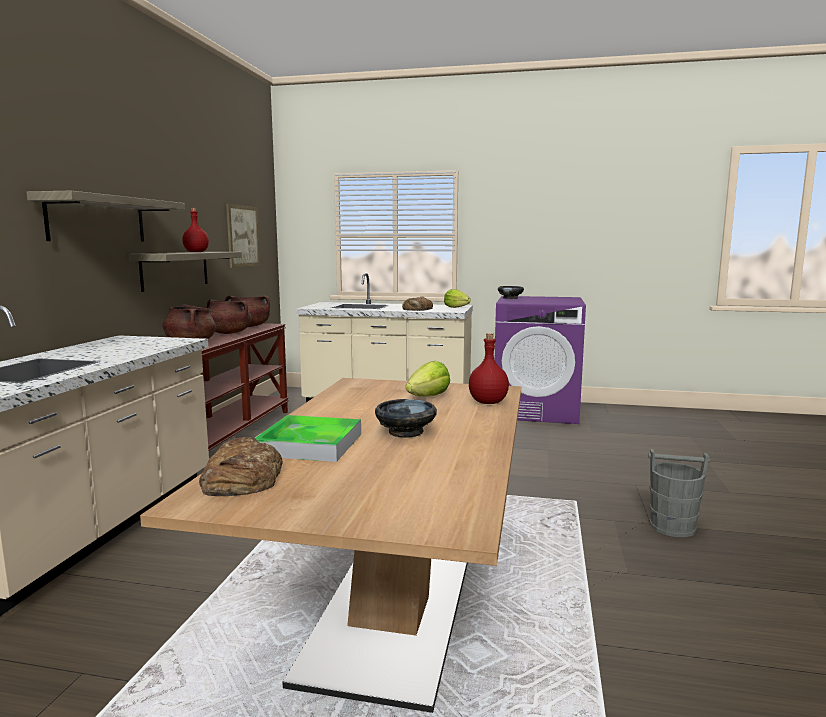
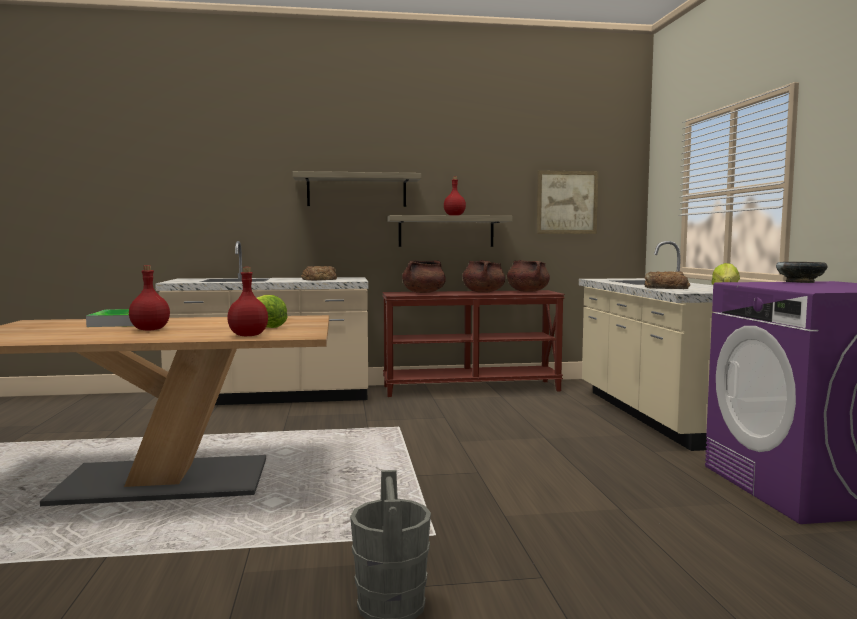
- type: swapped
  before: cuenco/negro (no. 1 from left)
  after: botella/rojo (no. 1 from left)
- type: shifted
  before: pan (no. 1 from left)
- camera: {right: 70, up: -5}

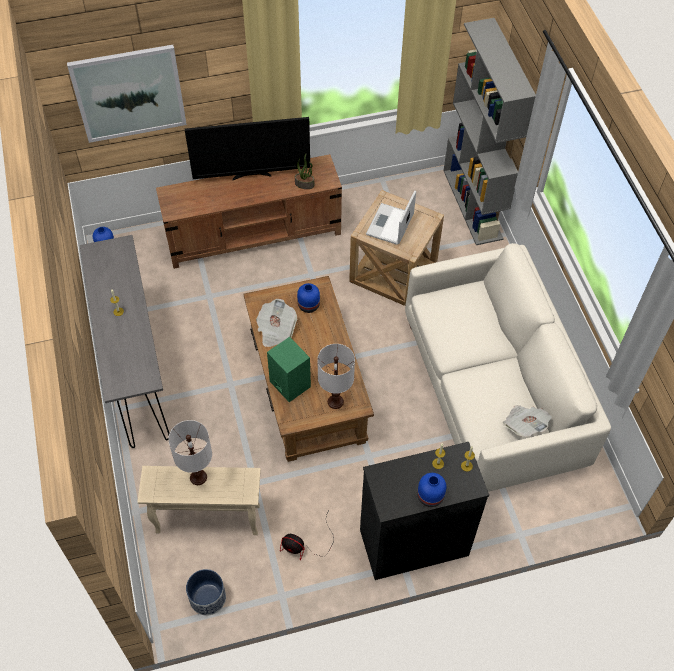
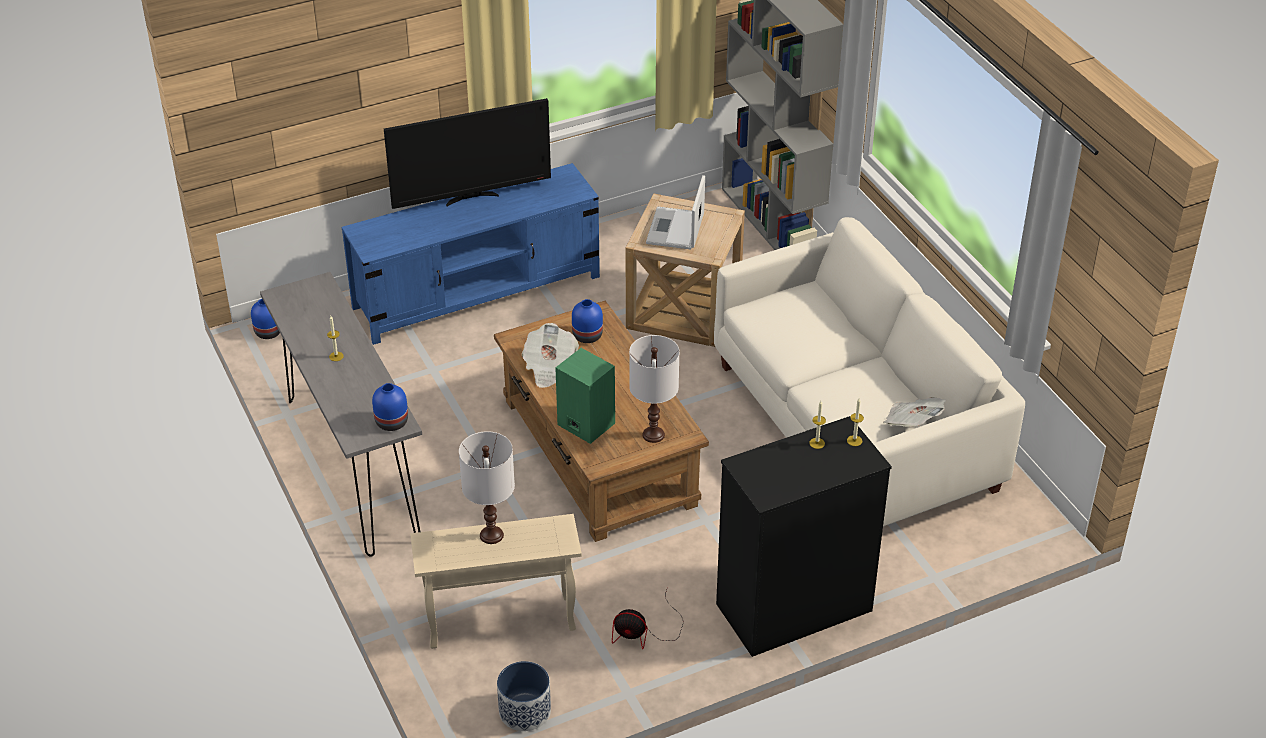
- type: repainted
  before: mueble de televisión/marrón
  after: mueble de televisión/azul
- type: shifted
  before: florero/azul (no. 3 from left in the first image)
  after: florero/azul (no. 2 from left)
- type: gone
  before: cuadro
- type: gone
  before: planta en maceta
- camera: {right: -10, up: -15}

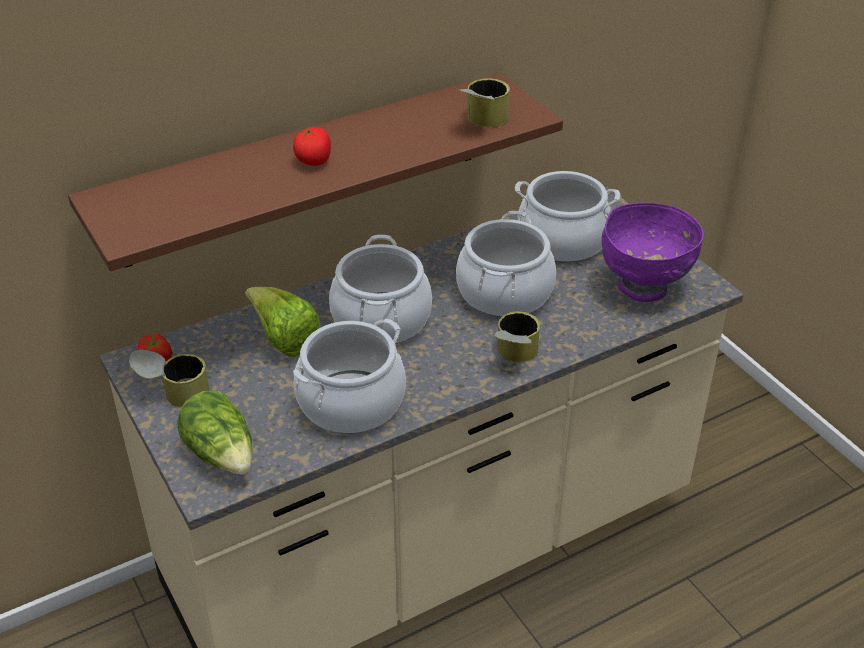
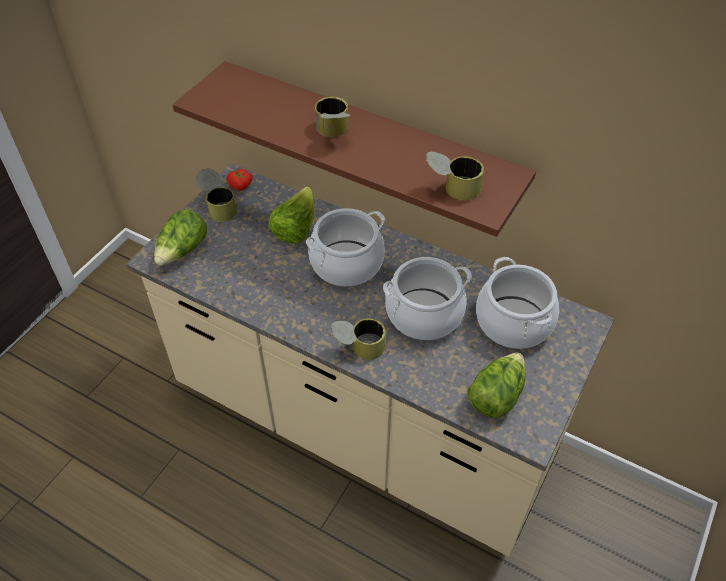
- type: swapped
  before: tomate (no. 2 from left)
  after: lata (no. 2 from left)
- type: swapped
  before: cuenco/morado
  after: lechuga (no. 3 from left)
- type: gone
  before: olla (no. 1 from left)
- camera: {right: 60, up: 10}

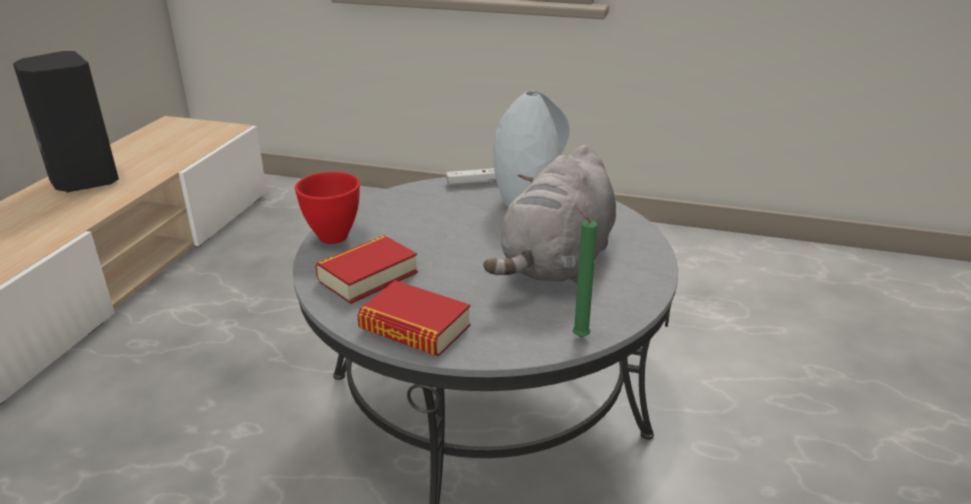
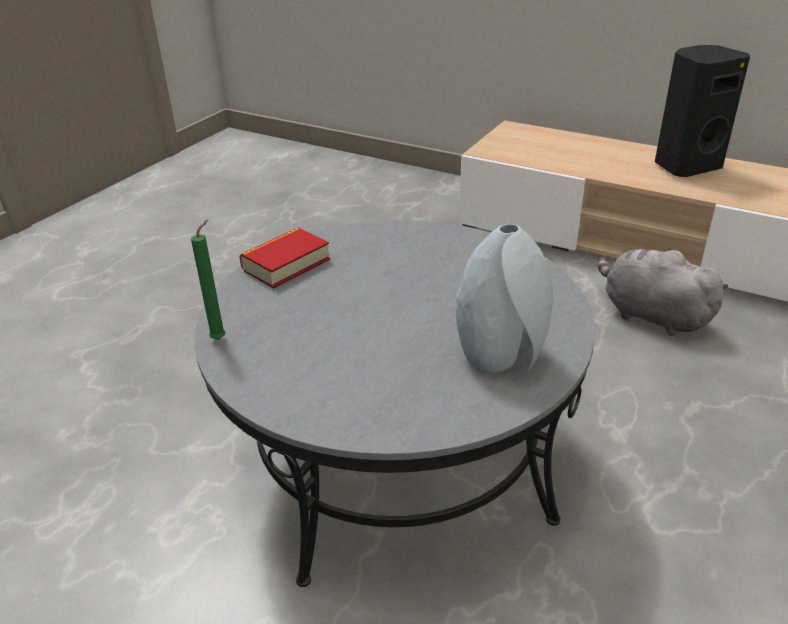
- type: shifted
  before: peluche/gris
- type: gone
  before: cuenco/rojo
- type: gone
  before: libro (no. 1 from left)
- type: gone
  before: mando de consola/blanco
- camera: {right: 105, up: 5}

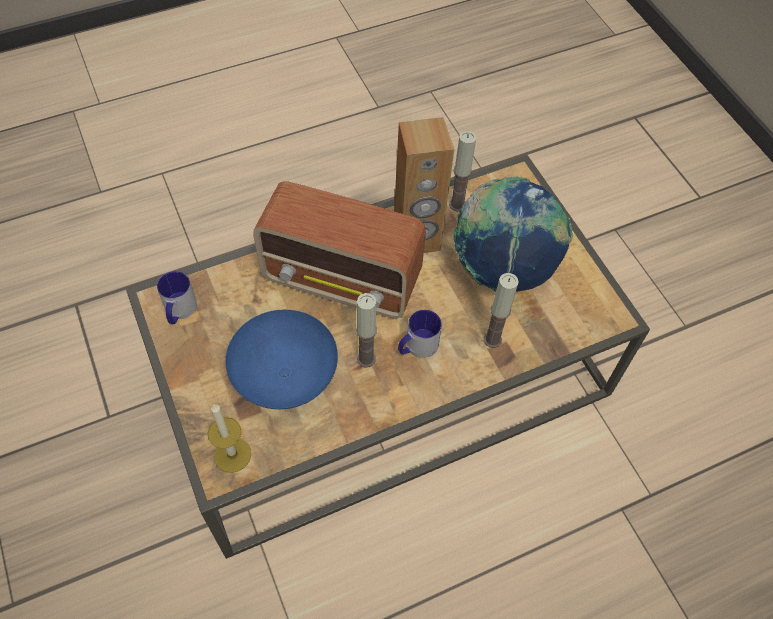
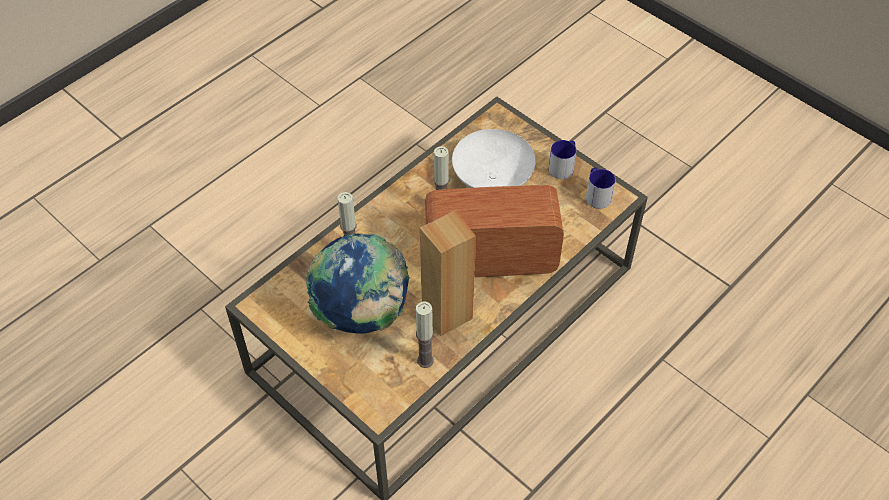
- type: repainted
  before: cuenco/azul
  after: cuenco/blanco
- type: shifted
  before: taza grande (no. 2 from left in the first image)
  after: taza grande (no. 1 from left)
- type: gone
  before: vela (no. 1 from left)
- camera: {right: 160, up: -5}

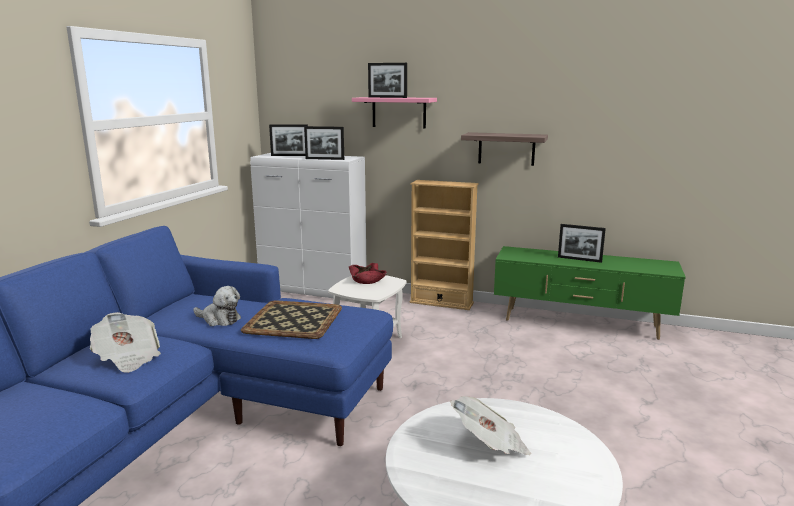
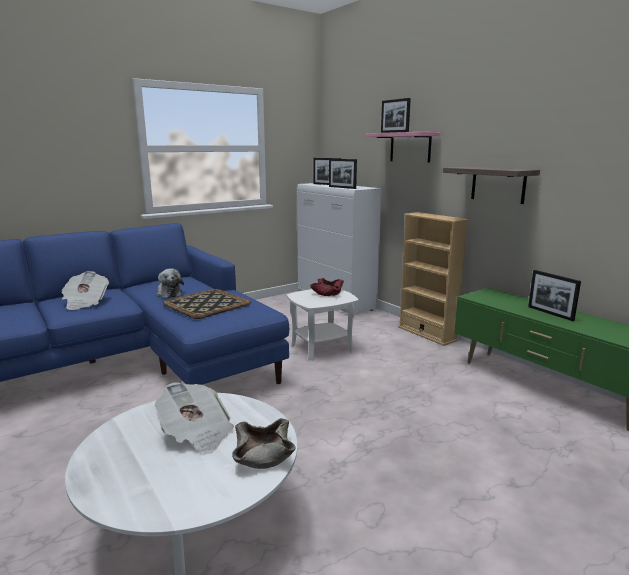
- type: new
  after: cuenco/beis
- camera: {right: 35, up: 0}

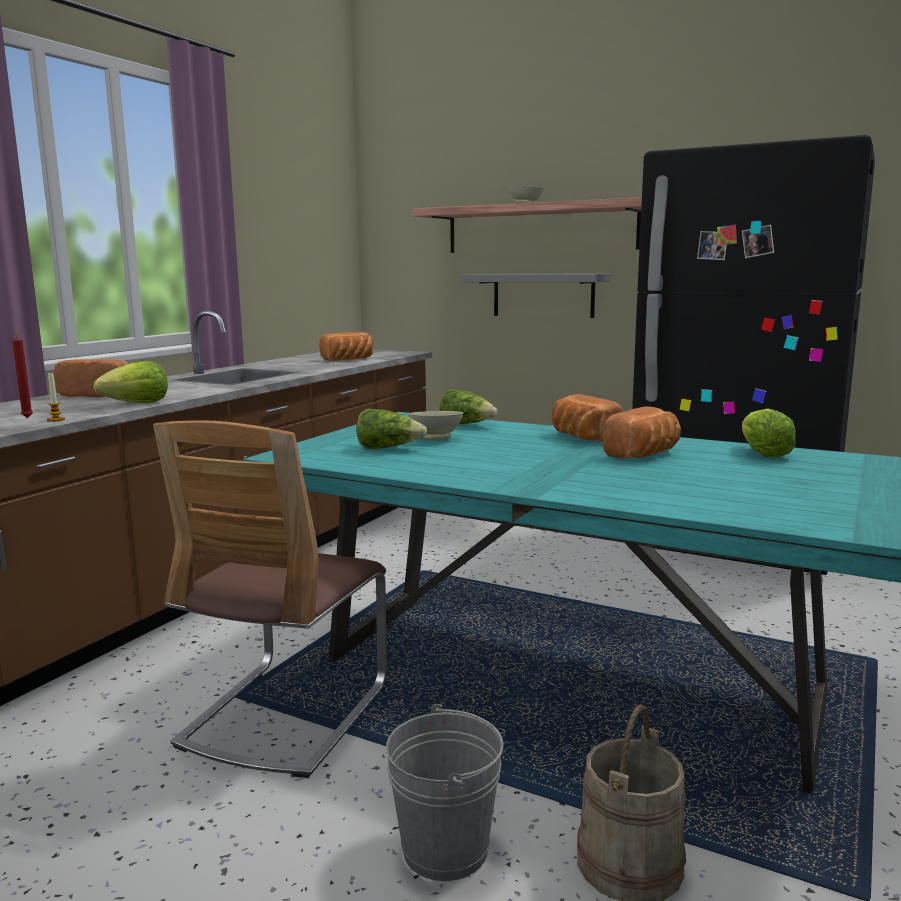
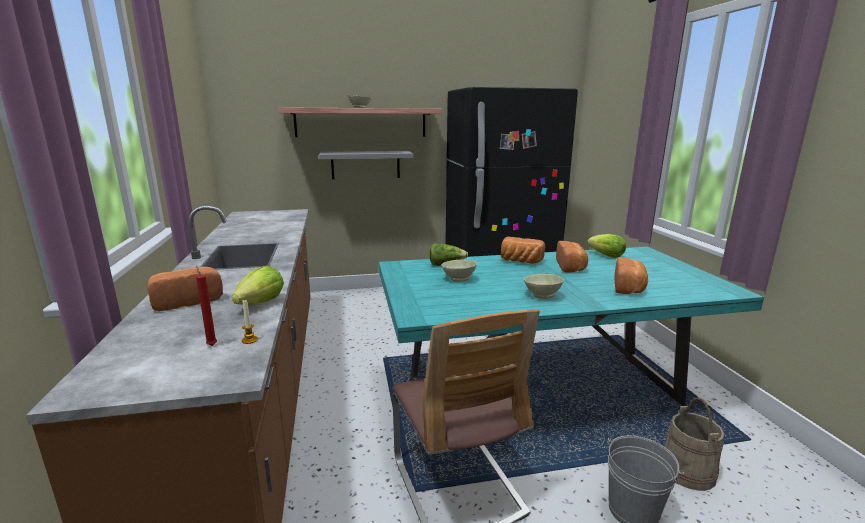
- type: new
  after: cuenco/beis (no. 3 from left)
- type: shifted
  before: pan (no. 2 from left in the first image)
  after: pan (no. 4 from left)
- type: gone
  before: lechuga (no. 2 from left)
- camera: {right: -40, up: 5}

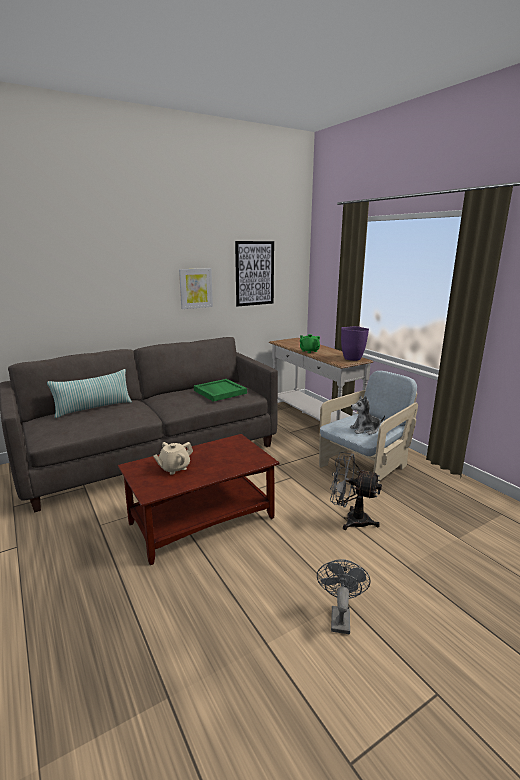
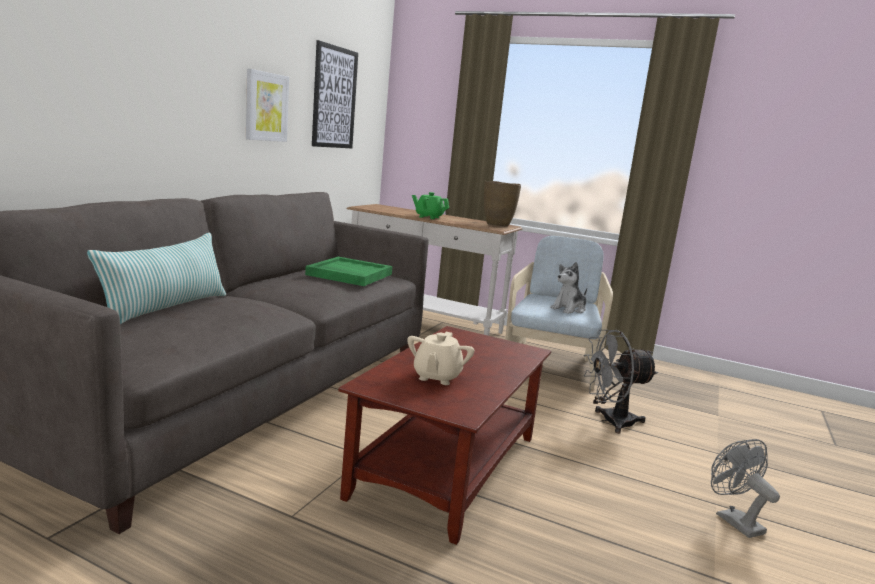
- type: repainted
  before: florero/morado
  after: florero/marrón
- camera: {right: -35, up: -5}

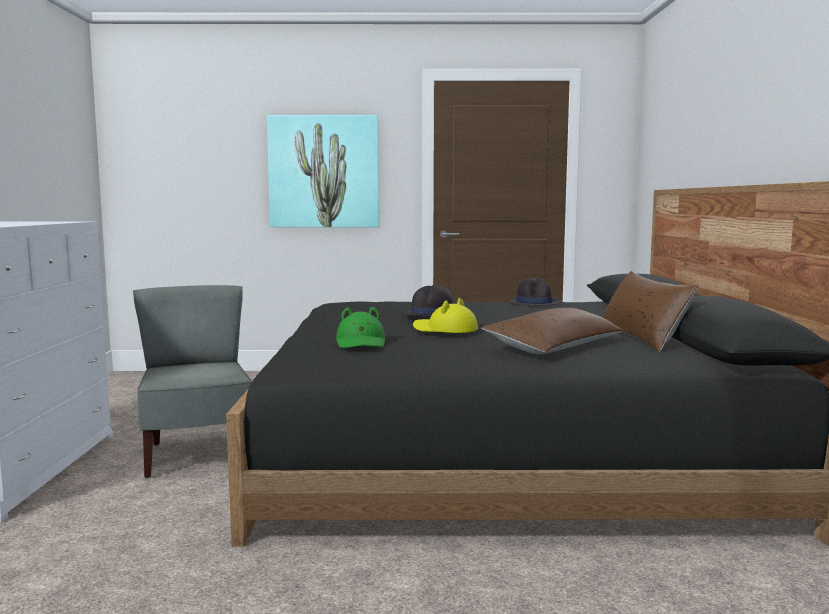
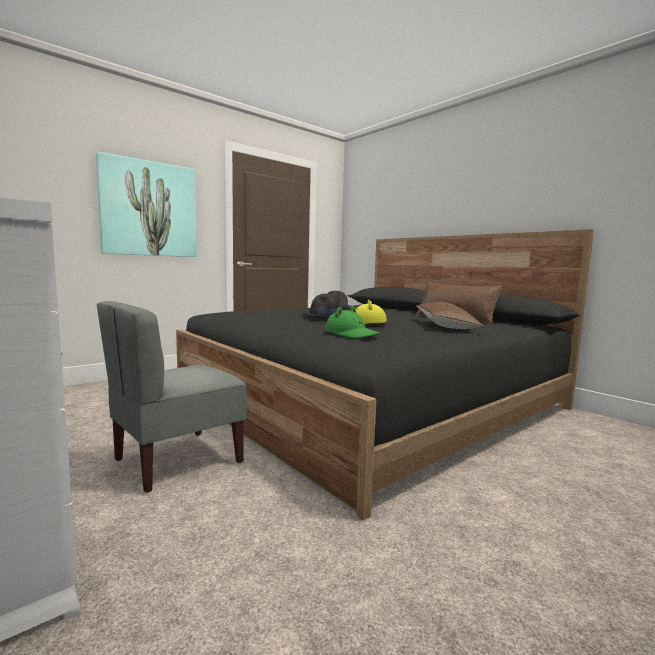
- type: rotated
  before: silla/gris
  turn: -75
- camera: {right: -40, up: 0}

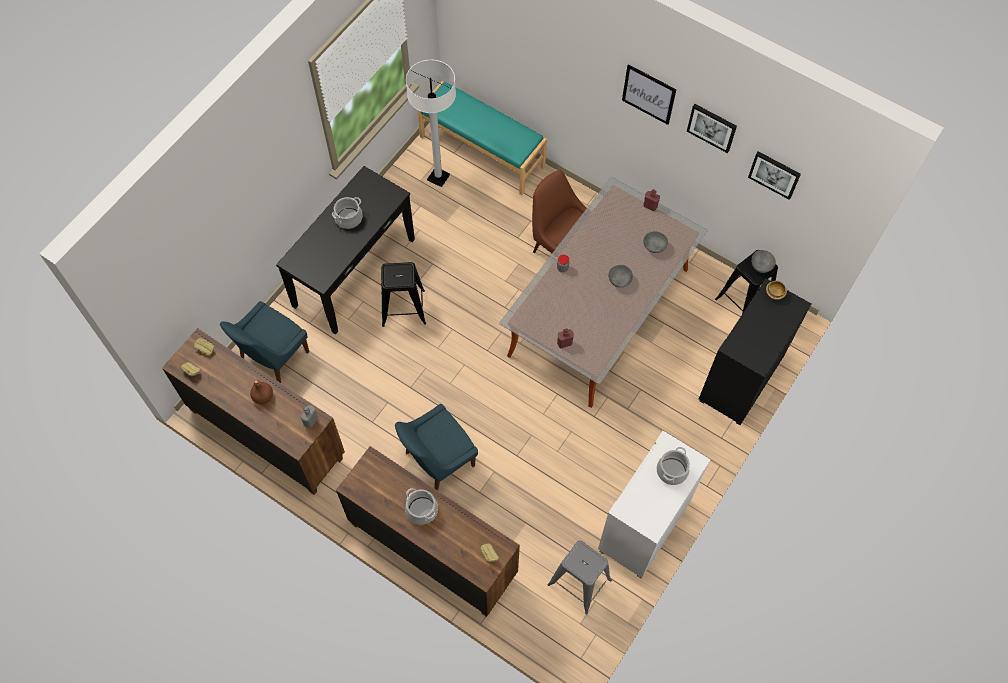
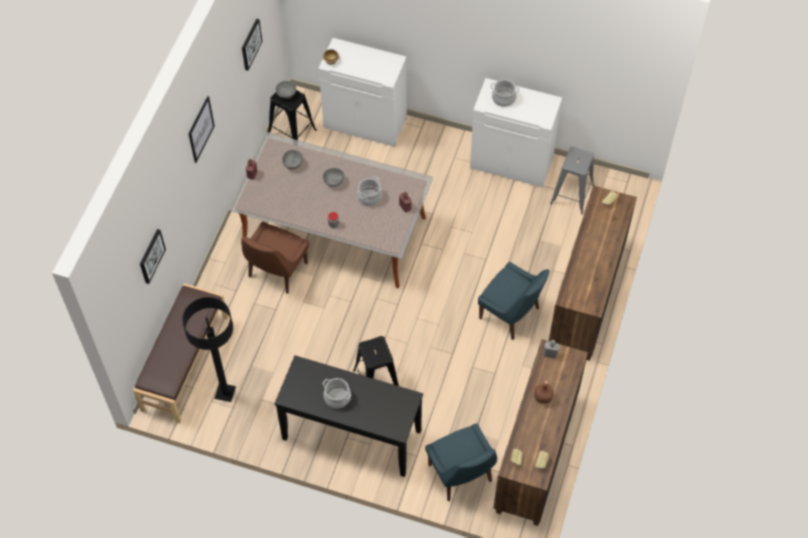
- type: repainted
  before: banco/turquesa
  after: banco/marrón
- type: shifted
  before: cuadro (no. 2 from left in the first image)
  after: cuadro (no. 1 from left)
- type: repainted
  before: lámpara de pie/blanco
  after: lámpara de pie/negro
- type: repainted
  before: armario/negro
  after: armario/blanco (no. 1 from left)
- type: shifted
  before: olla (no. 2 from left)
- type: rotated
  before: silla/azul (no. 1 from left)
  turn: 45
- camera: {right: -105, up: -5}

